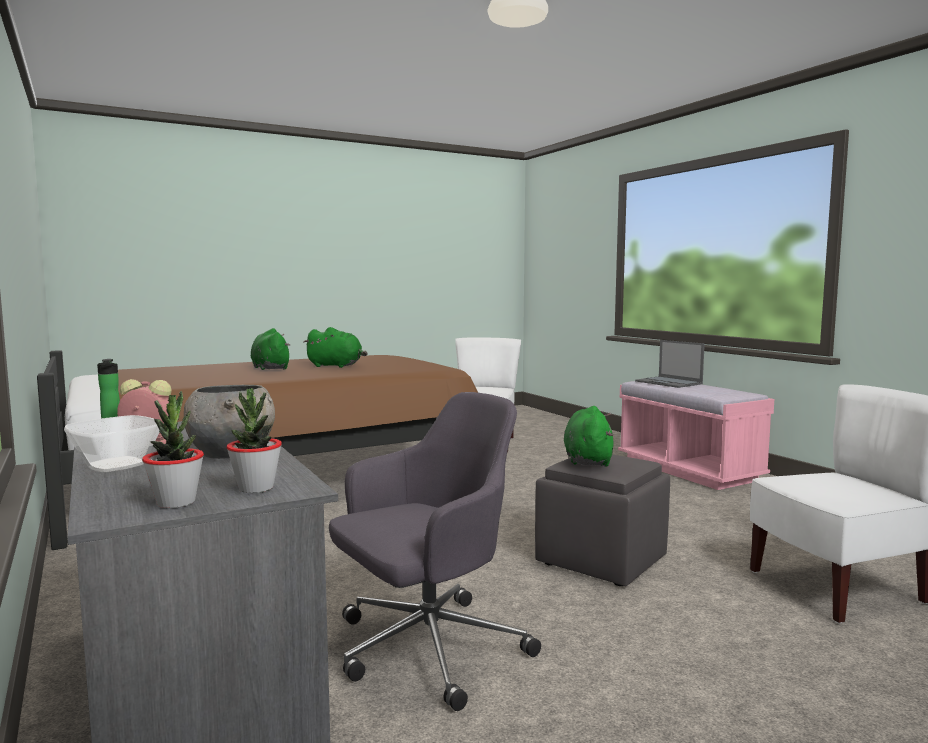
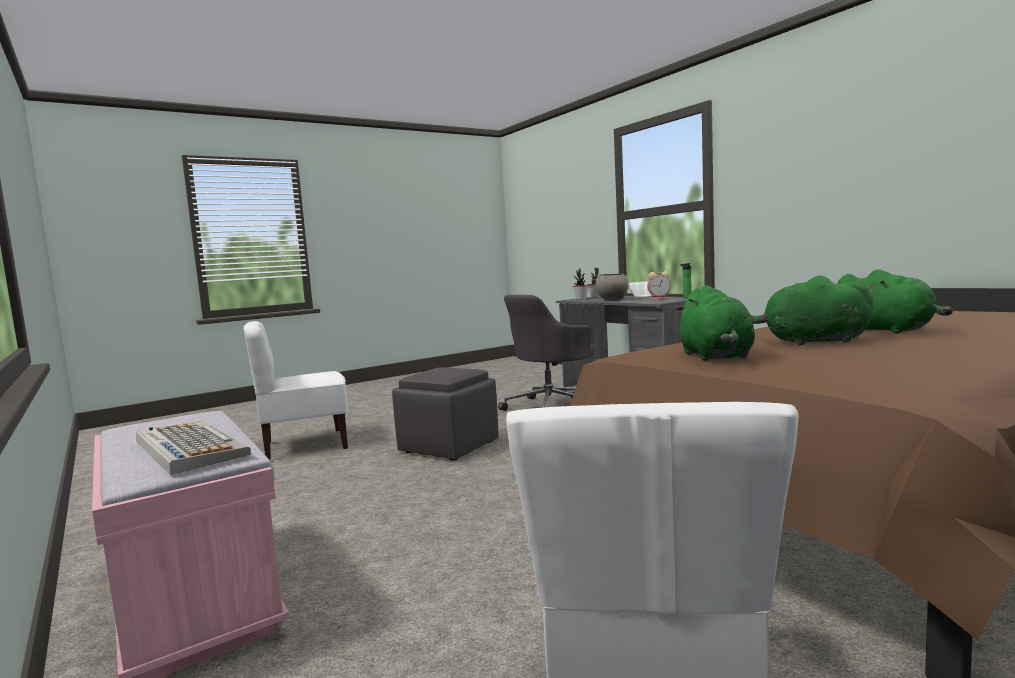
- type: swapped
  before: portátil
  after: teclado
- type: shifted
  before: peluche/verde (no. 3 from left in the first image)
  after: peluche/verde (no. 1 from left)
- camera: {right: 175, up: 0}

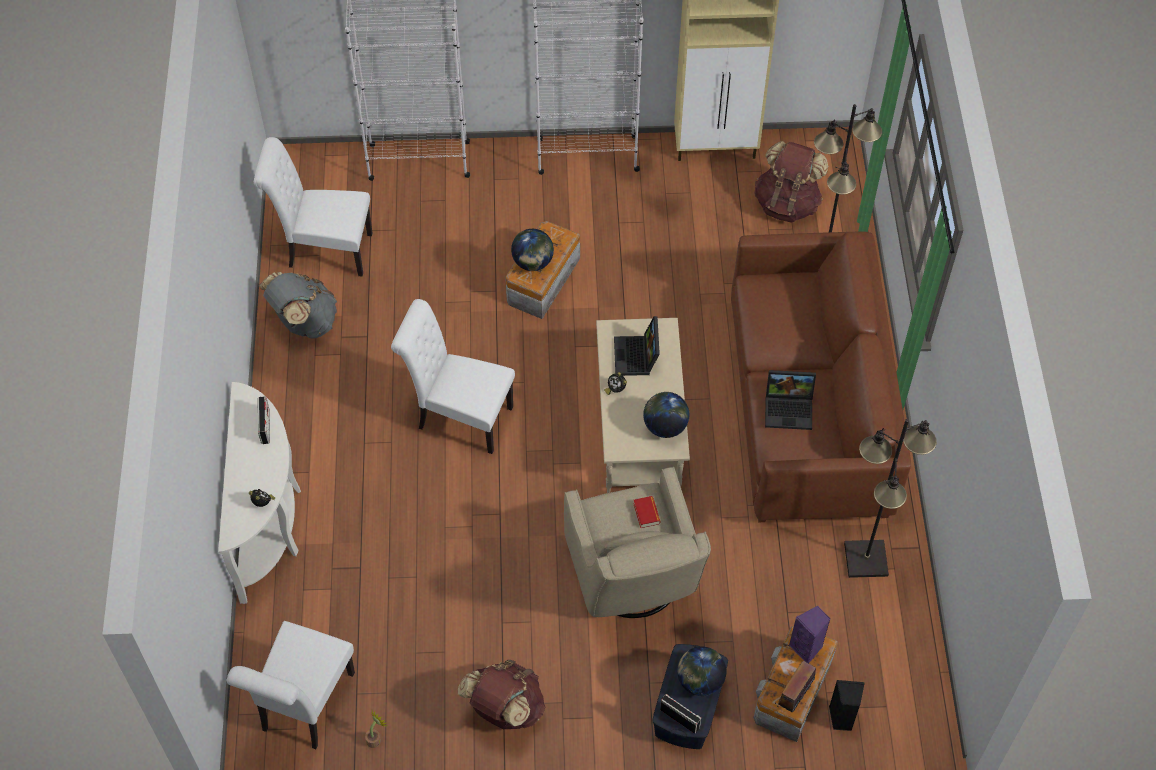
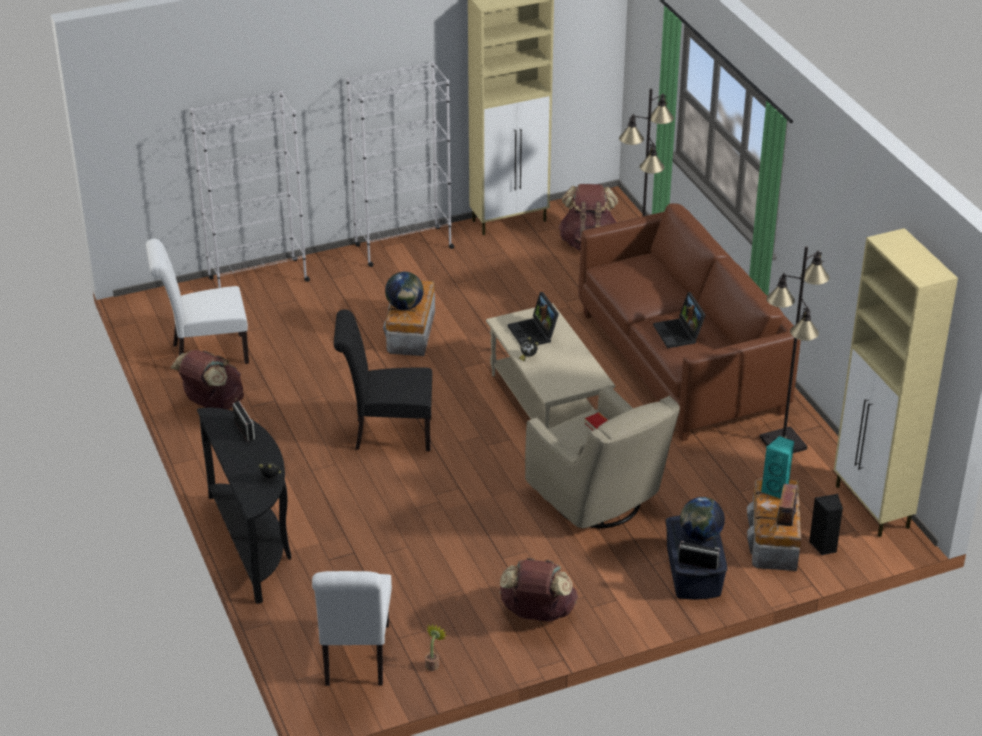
- type: repainted
  before: mochila/gris
  after: mochila/marrón (no. 1 from left)
- type: repainted
  before: mesa consola/blanco
  after: mesa consola/negro
- type: repainted
  before: silla/blanco (no. 3 from left)
  after: silla/negro
- type: rotated
  before: portátil (no. 2 from left)
  turn: 90
- type: repainted
  before: altavoz/morado
  after: altavoz/turquesa
- type: new
  after: armario/beis (no. 2 from left)
- type: gone
  before: globo terráqueo (no. 2 from left)
- camera: {right: -20, up: -20}

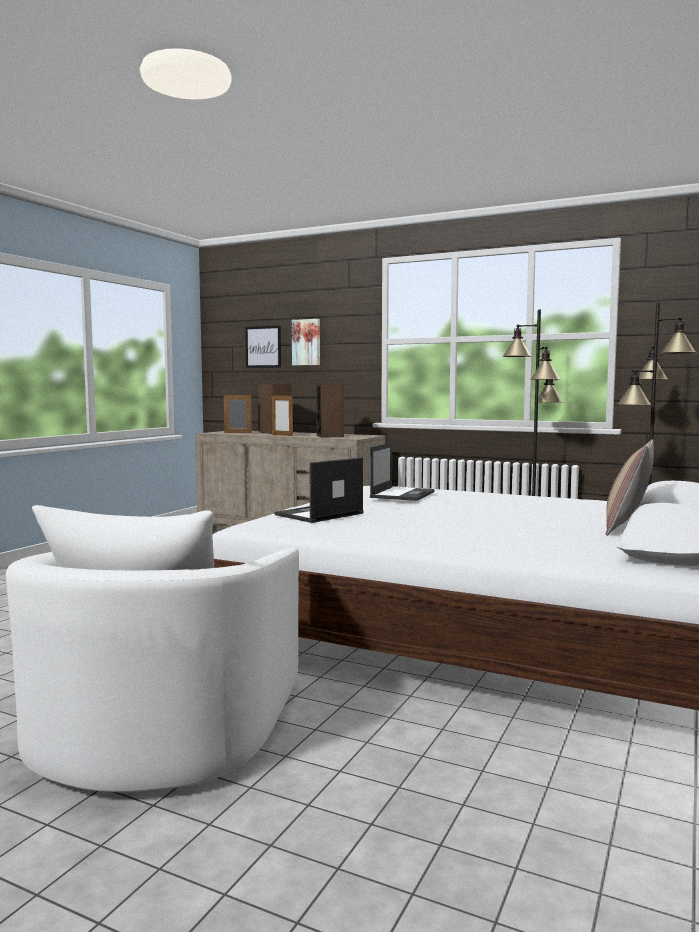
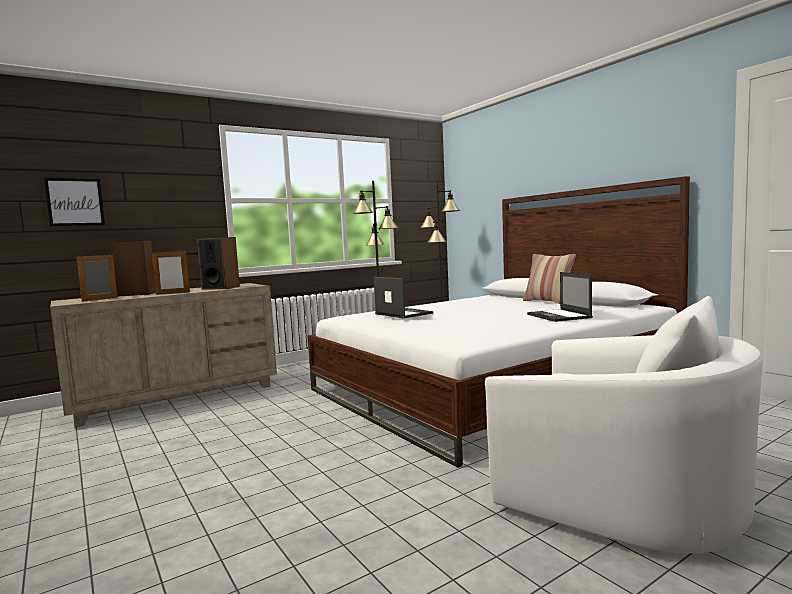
- type: shifted
  before: portátil (no. 1 from left in the first image)
  after: portátil (no. 2 from left)
- type: gone
  before: cuadro (no. 2 from left)
- camera: {right: -60, up: 0}

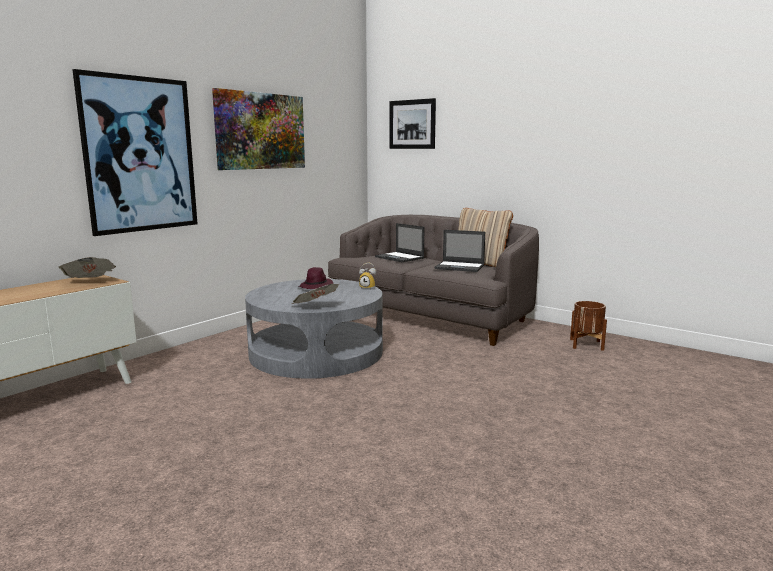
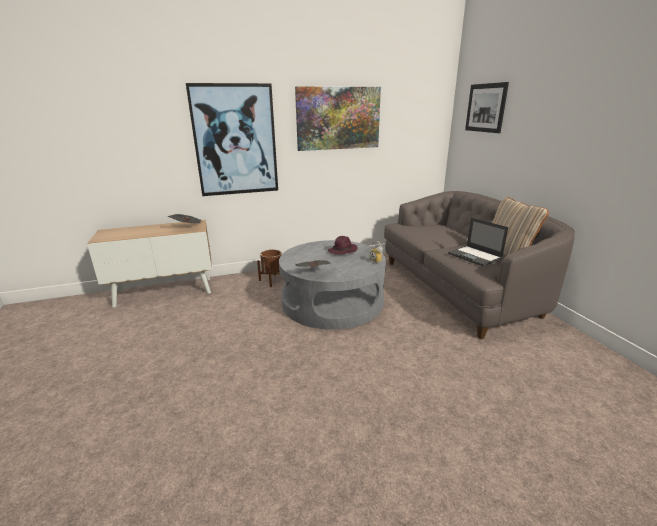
- type: shifted
  before: maceta/marrón
- type: gone
  before: portátil (no. 1 from left)
- camera: {right: 35, up: 10}

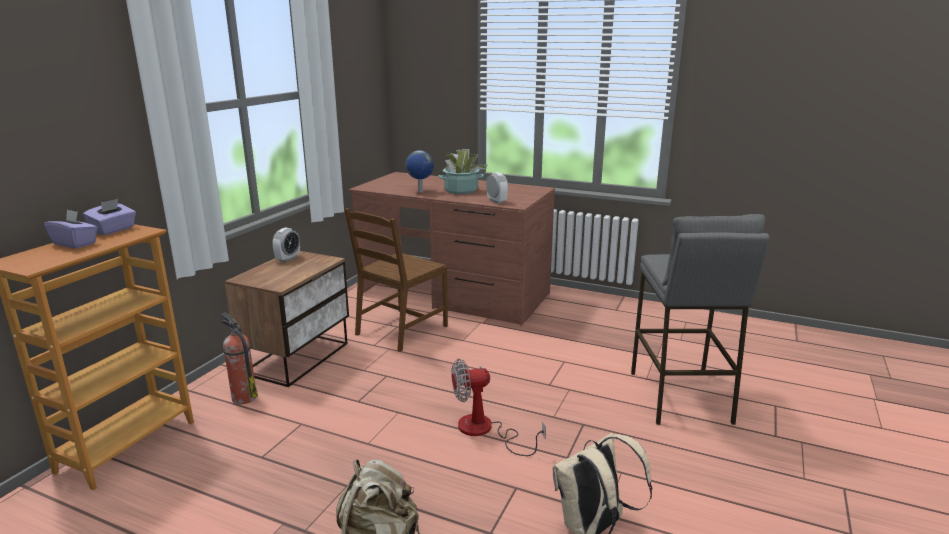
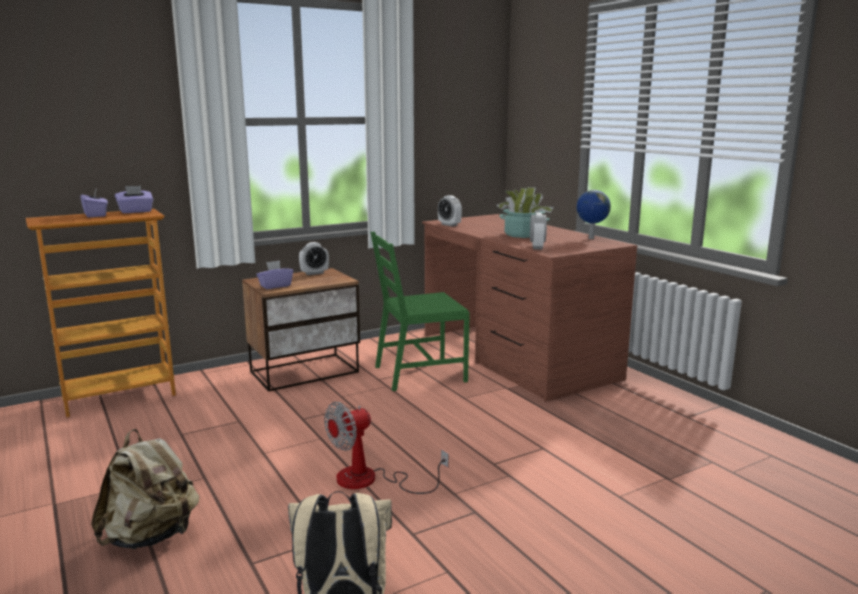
- type: new
  after: caja de pañuelos/morado (no. 3 from left)
- type: rotated
  before: ventilador
  turn: -60
- type: repainted
  before: silla/marrón
  after: silla/verde
- type: new
  after: despertador (no. 2 from left)
- type: shifted
  before: globo terráqueo
- type: gone
  before: extintor
- type: gone
  before: taburete/gris
- camera: {right: 35, up: -5}

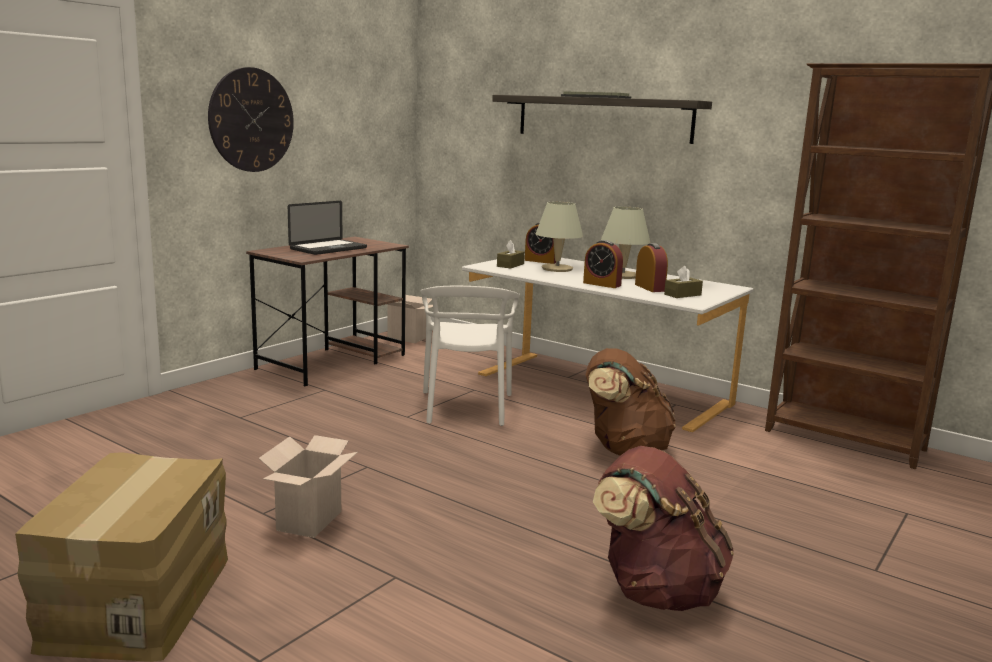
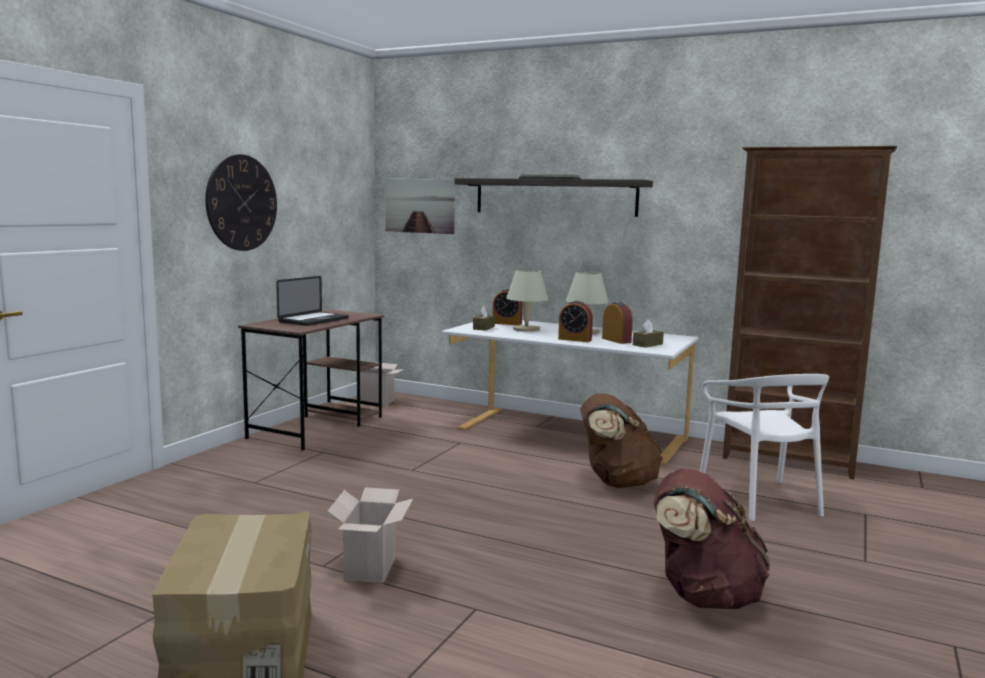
- type: new
  after: cuadro
- type: shifted
  before: silla/blanco
- camera: {right: -10, up: -5}

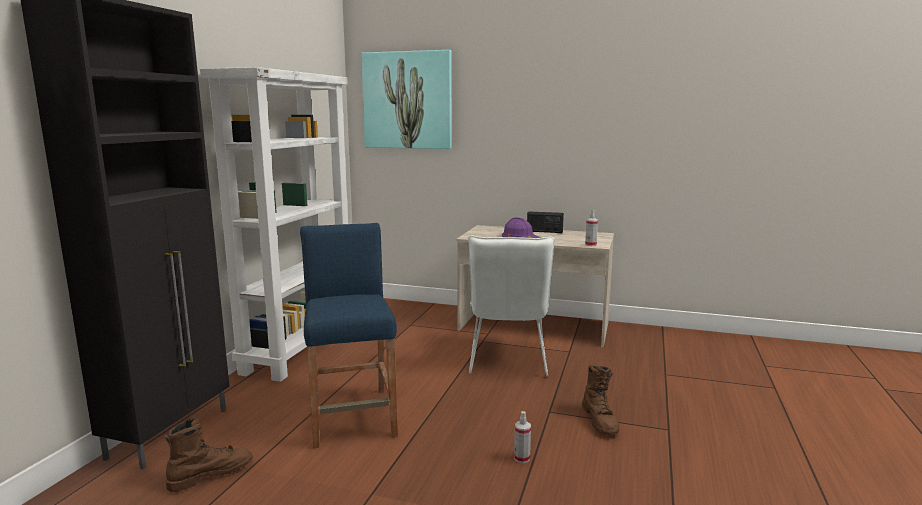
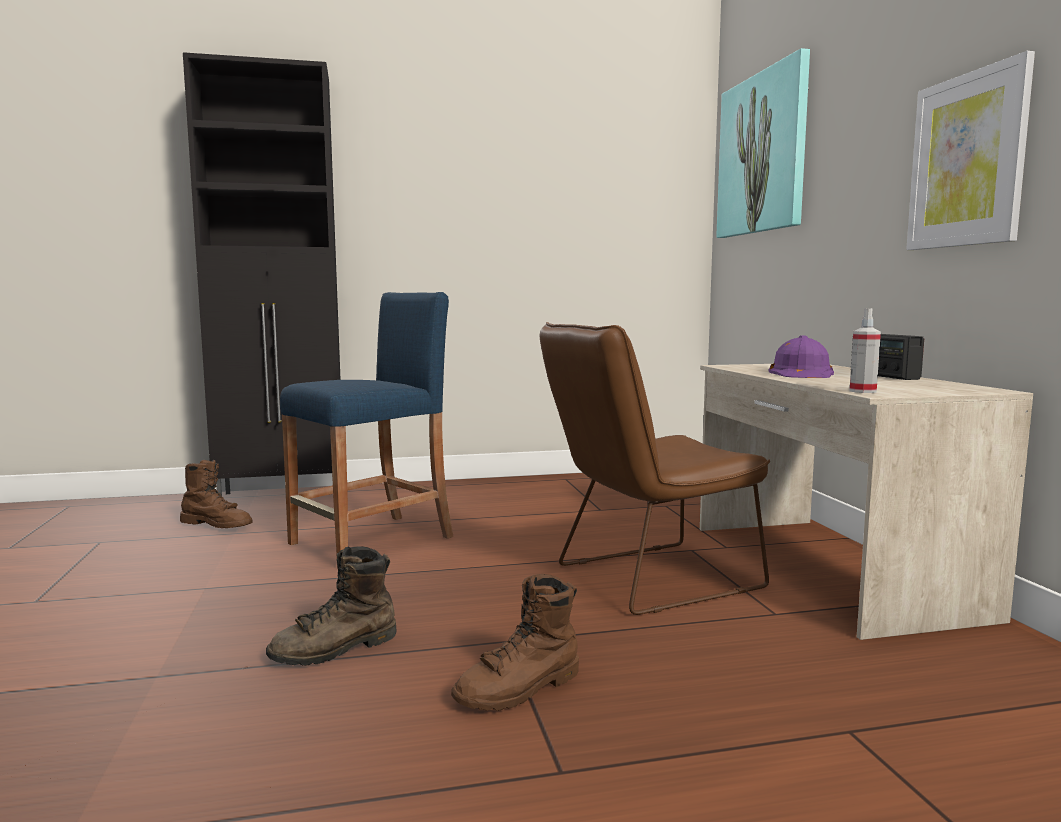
- type: swapped
  before: pulverizador (no. 1 from left)
  after: bota/marrón (no. 2 from left)
- type: repainted
  before: silla/blanco
  after: silla/marrón
- type: new
  after: cuadro (no. 2 from left)
- type: gone
  before: estantería/blanco
- camera: {right: 60, up: -5}

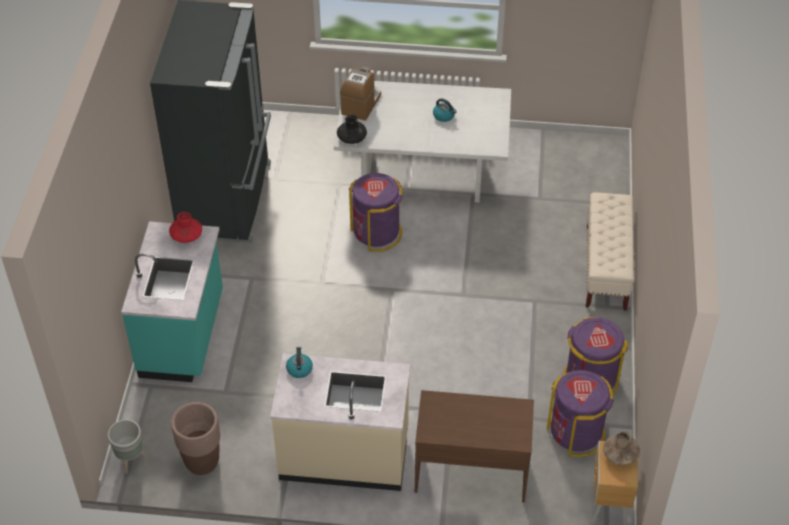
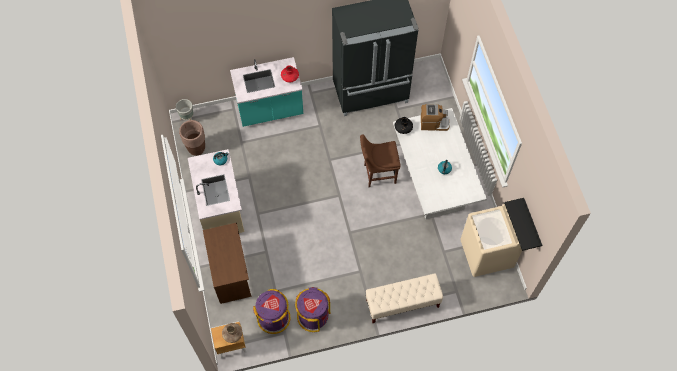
- type: swapped
  before: papelera/morado (no. 1 from left)
  after: silla/marrón
- type: new
  after: lavadora/beis
- type: new
  after: estante/negro
- camera: {right: 70, up: 15}

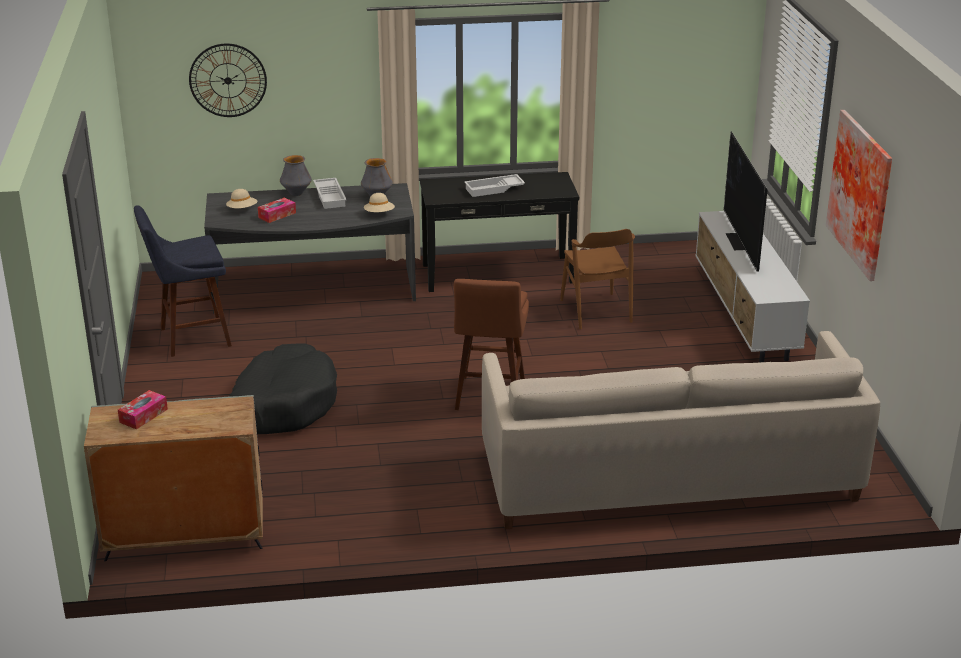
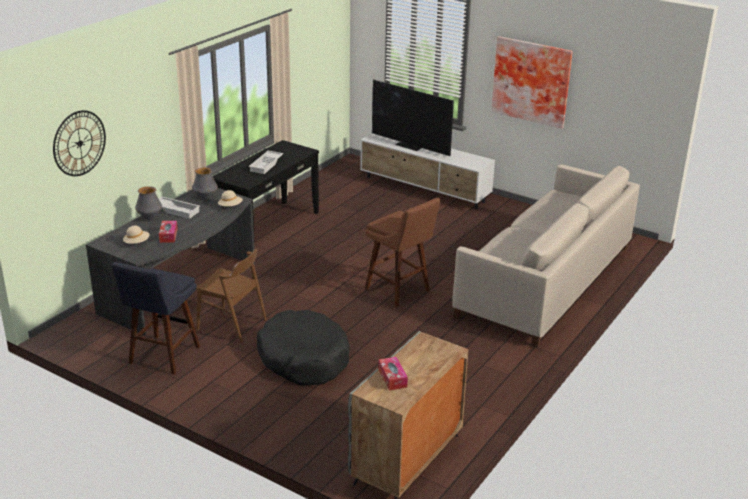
- type: shifted
  before: silla/marrón
- camera: {right: -50, up: 0}

